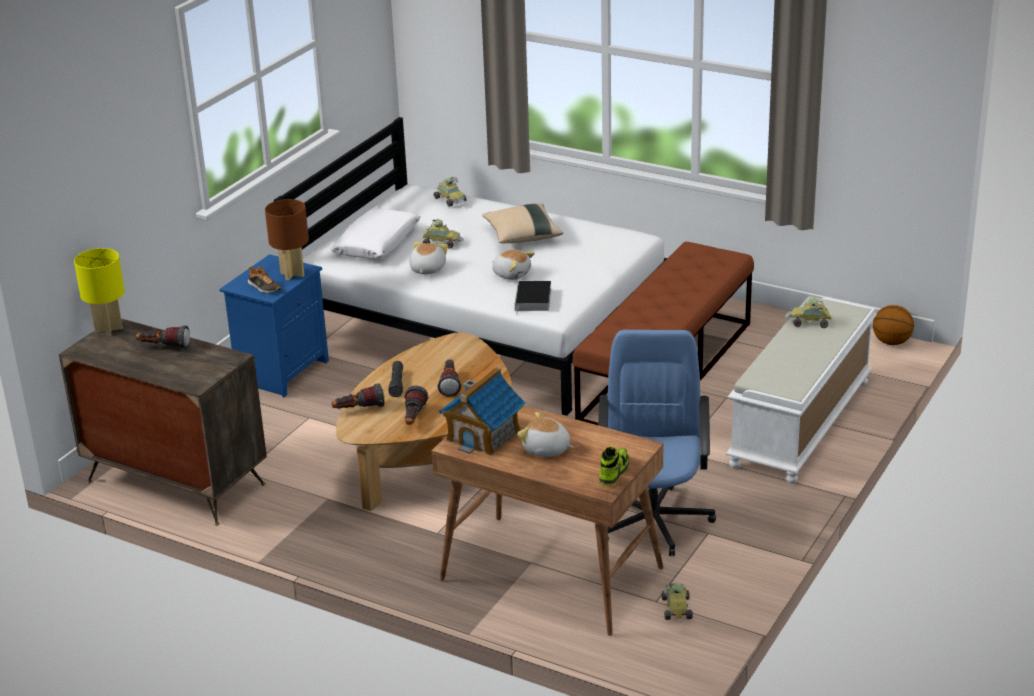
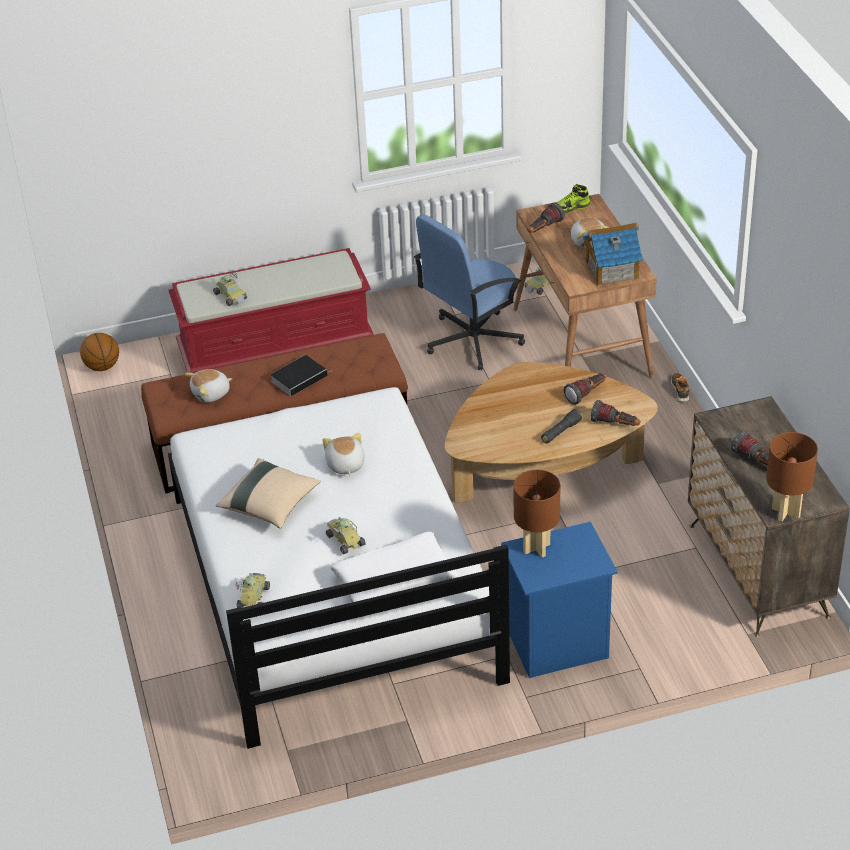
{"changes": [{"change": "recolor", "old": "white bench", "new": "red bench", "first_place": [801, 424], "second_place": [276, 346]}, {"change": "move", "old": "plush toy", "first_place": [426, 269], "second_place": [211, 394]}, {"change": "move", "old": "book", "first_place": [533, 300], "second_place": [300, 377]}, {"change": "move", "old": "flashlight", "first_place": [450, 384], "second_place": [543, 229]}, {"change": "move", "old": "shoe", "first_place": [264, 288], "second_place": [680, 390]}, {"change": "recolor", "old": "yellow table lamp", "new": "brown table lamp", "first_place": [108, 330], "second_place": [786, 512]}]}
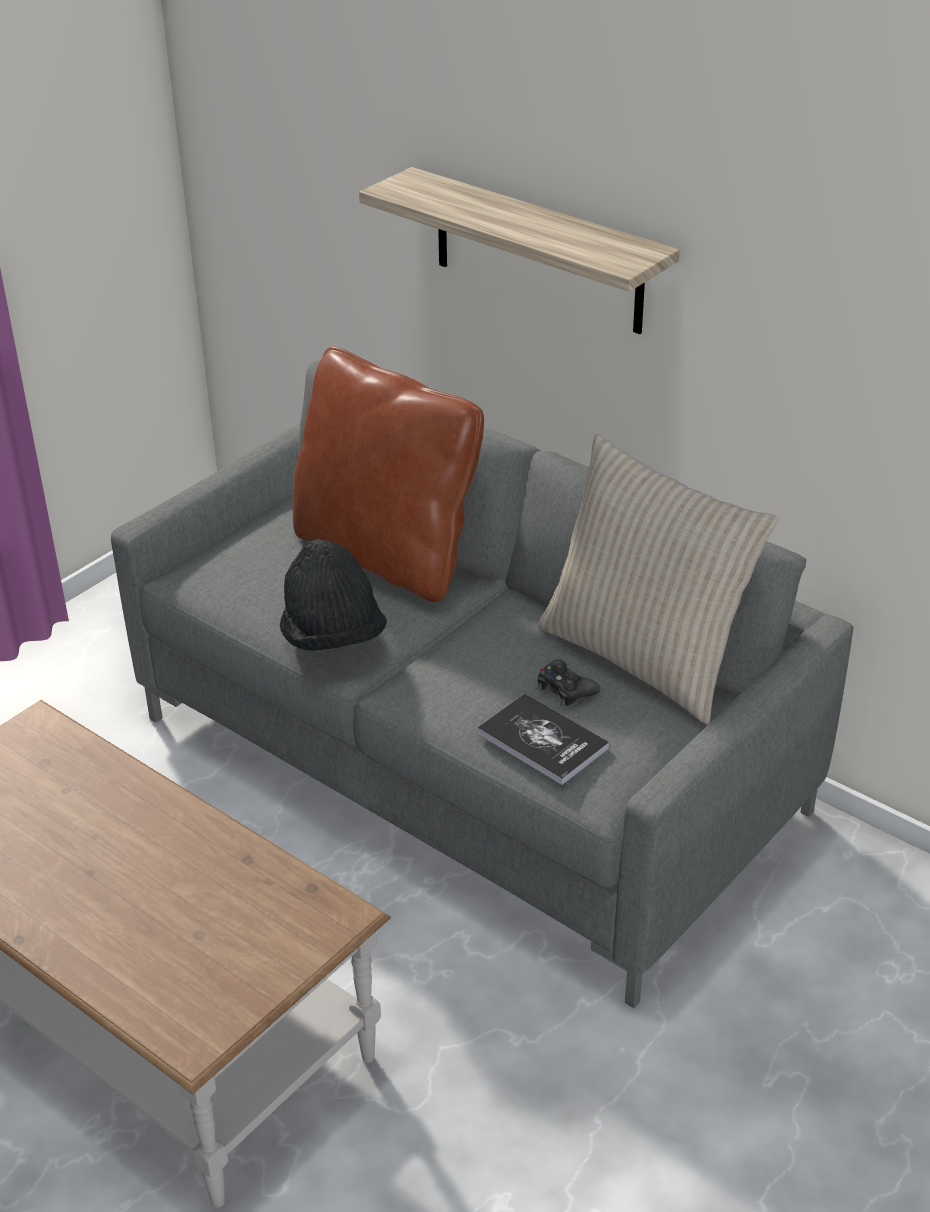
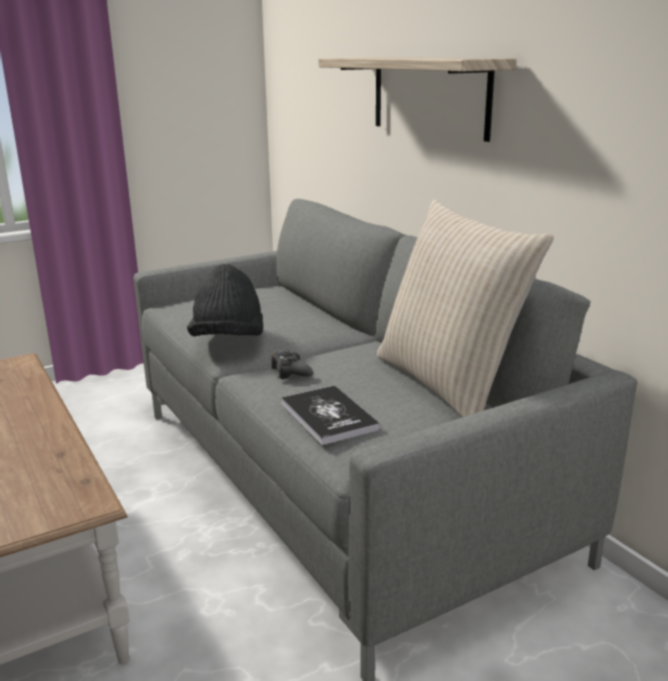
{"changes": [{"change": "move", "old": "black game controller", "first_place": [565, 689], "second_place": [290, 371]}, {"change": "delete", "old": "brown pillow", "first_place": [387, 555]}]}
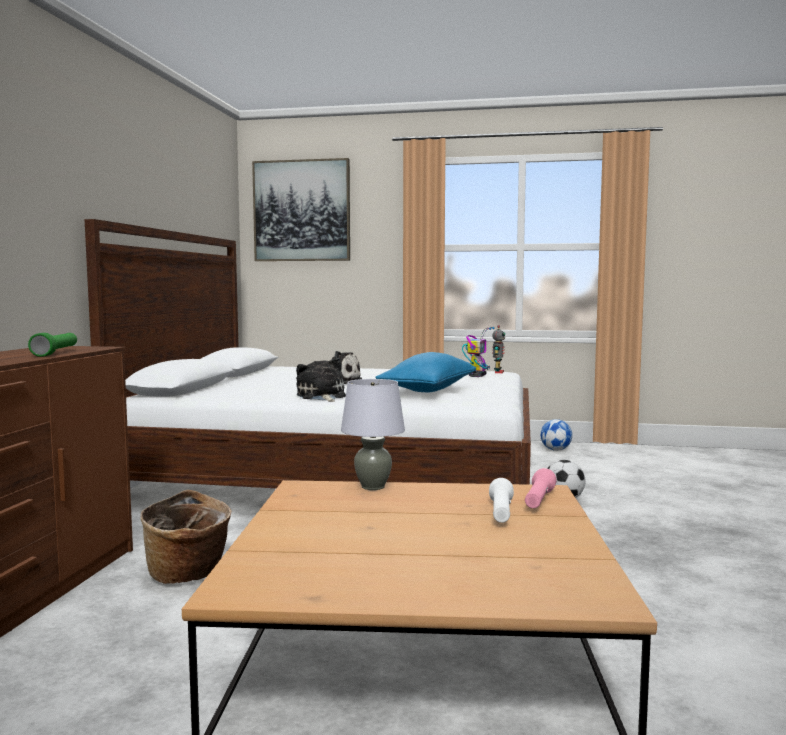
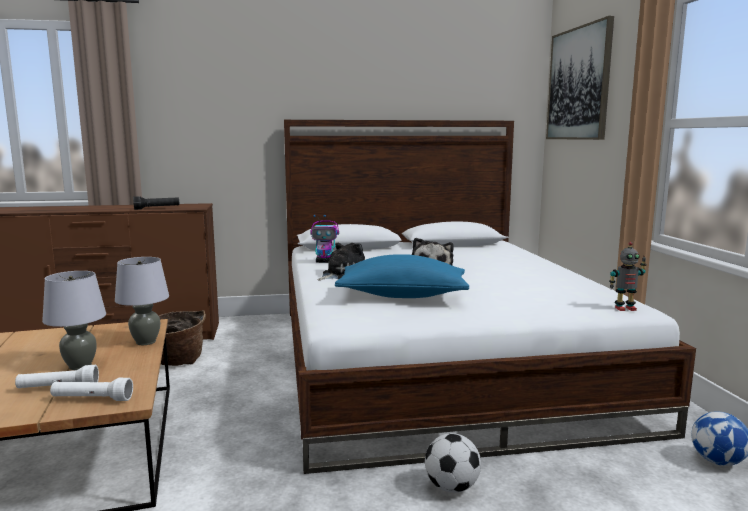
{"changes": [{"change": "insert", "new": "grey table lamp", "second_place": [80, 366]}, {"change": "recolor", "old": "pink flashlight", "new": "white flashlight", "first_place": [538, 501], "second_place": [92, 399]}, {"change": "recolor", "old": "green flashlight", "new": "black flashlight", "first_place": [56, 353], "second_place": [157, 208]}, {"change": "move", "old": "toy robot", "first_place": [477, 376], "second_place": [325, 262]}]}
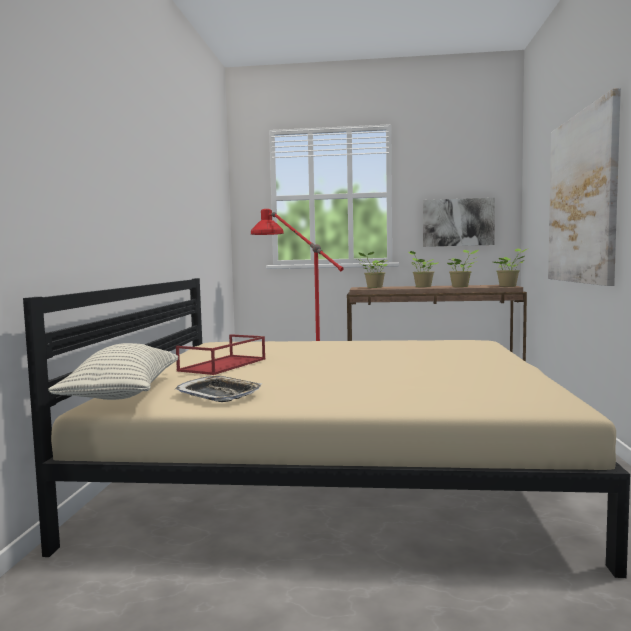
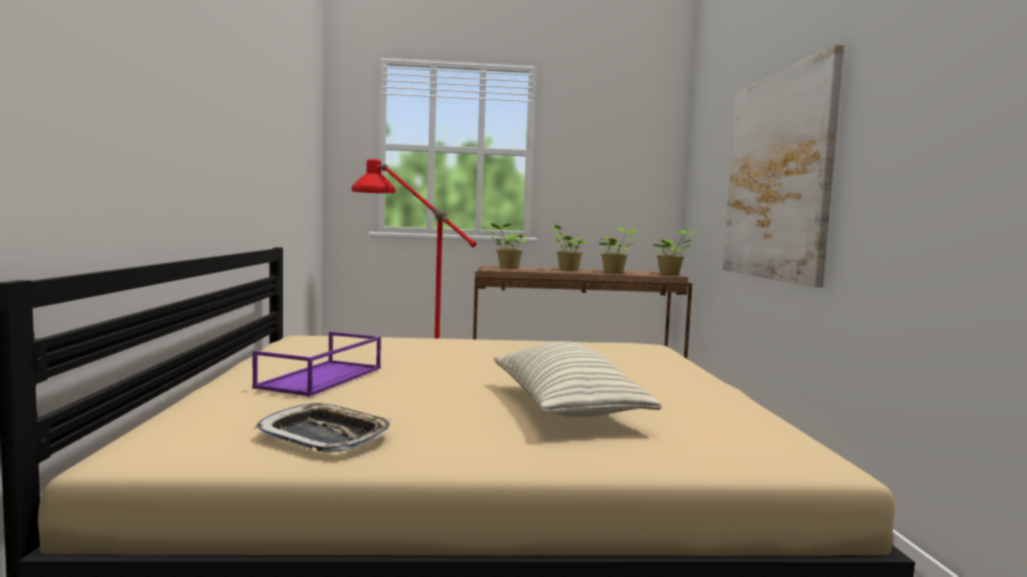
{"changes": [{"change": "recolor", "old": "red tray", "new": "purple tray", "first_place": [223, 365], "second_place": [321, 378]}, {"change": "move", "old": "pillow", "first_place": [123, 394], "second_place": [565, 408]}, {"change": "delete", "old": "picture", "first_place": [458, 222]}]}
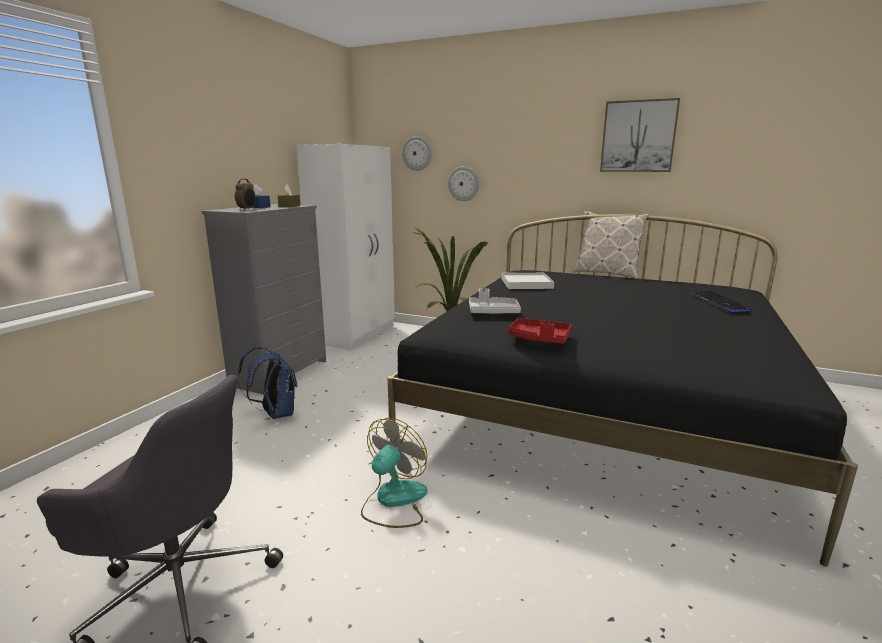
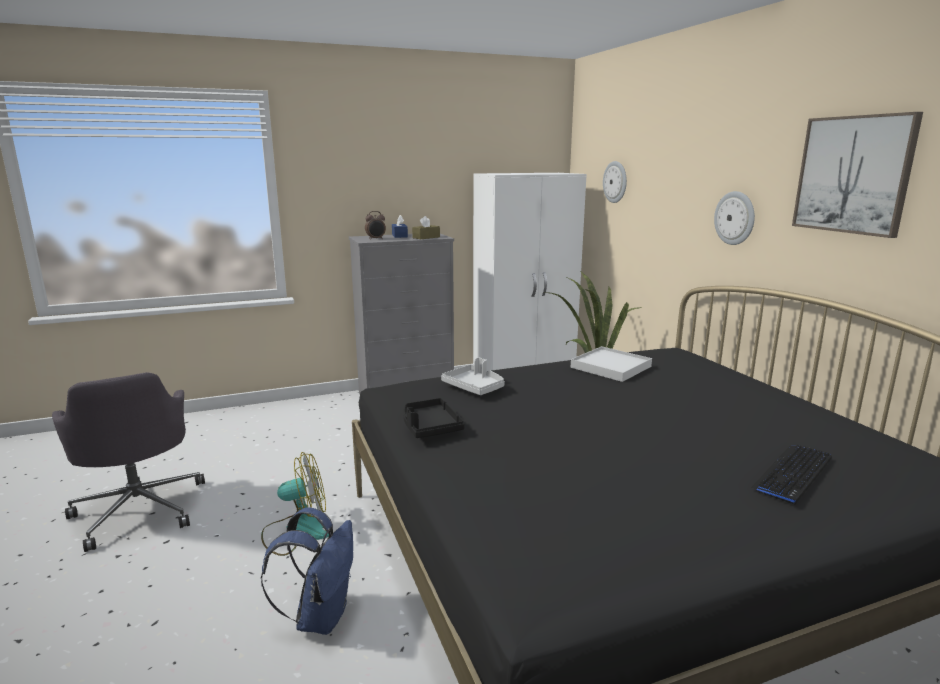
{"changes": [{"change": "move", "old": "blue backpack", "first_place": [275, 414], "second_place": [321, 616]}, {"change": "recolor", "old": "red tray", "new": "black tray", "first_place": [539, 339], "second_place": [429, 427]}, {"change": "move", "old": "wall clock", "first_place": [463, 183], "second_place": [735, 218]}, {"change": "delete", "old": "pillow", "first_place": [606, 273]}]}
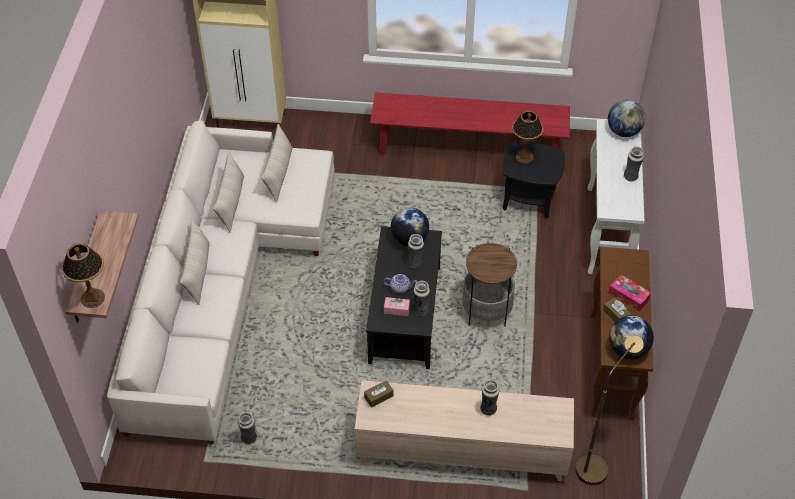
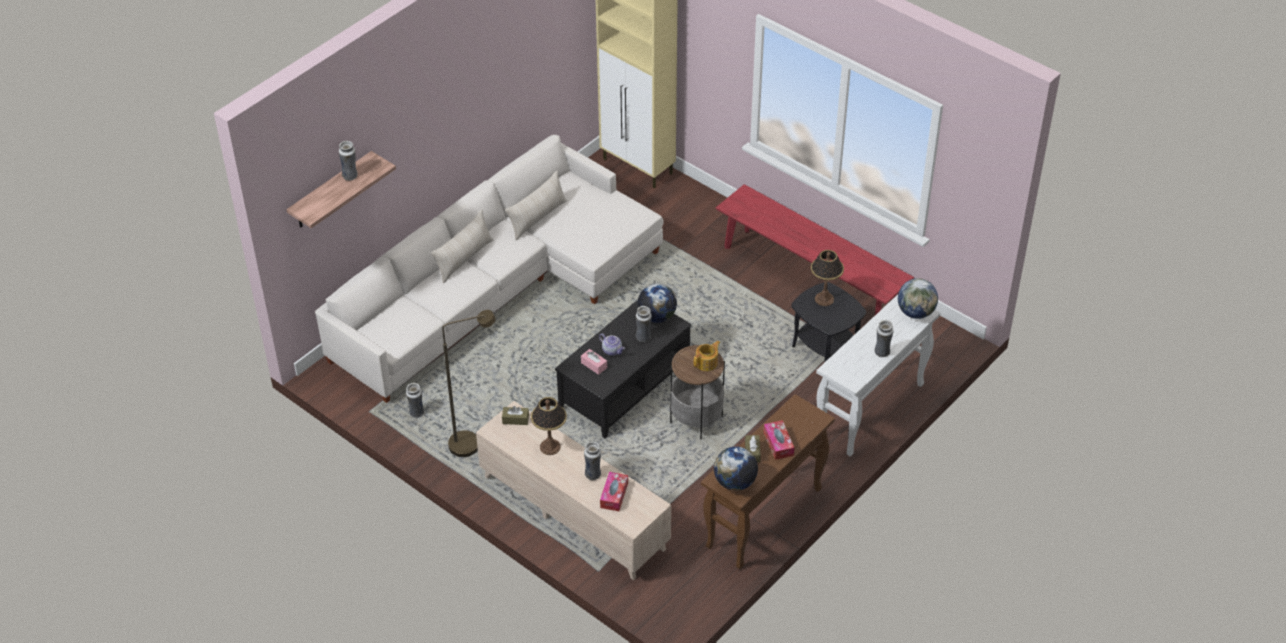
{"changes": [{"change": "move", "old": "vase", "first_place": [421, 310], "second_place": [350, 176]}, {"change": "move", "old": "brown floor lamp", "first_place": [595, 463], "second_place": [472, 442]}, {"change": "move", "old": "table lamp", "first_place": [93, 298], "second_place": [550, 447]}, {"change": "insert", "new": "tissue box", "second_place": [614, 495]}, {"change": "insert", "new": "teapot", "second_place": [707, 363]}, {"change": "delete", "old": "beige pillow", "first_place": [279, 174]}]}
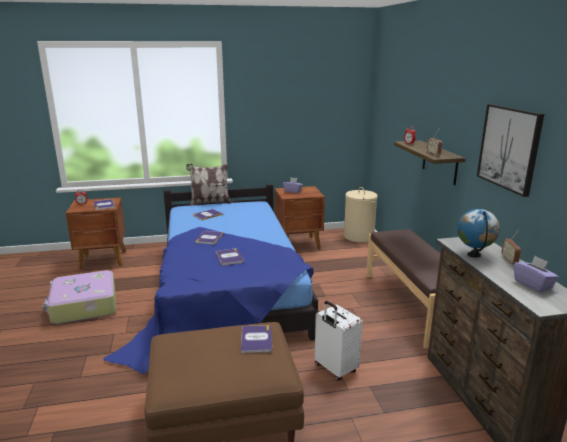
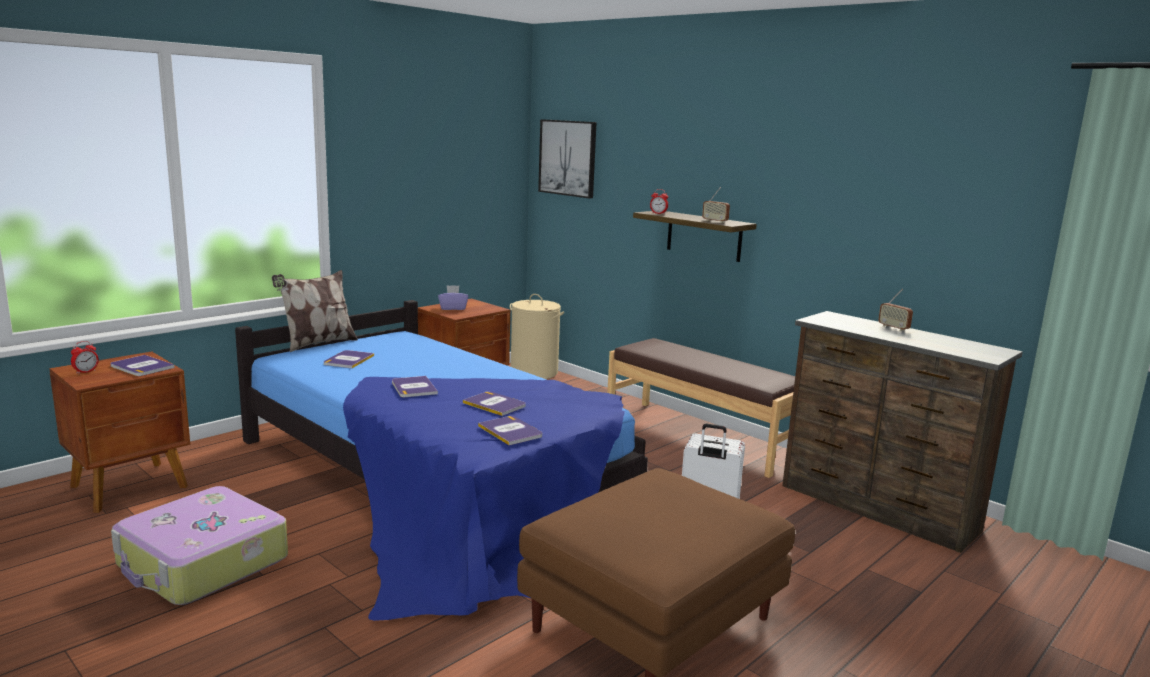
{"changes": [{"change": "move", "old": "book", "first_place": [256, 339], "second_place": [510, 431]}, {"change": "move", "old": "picture", "first_place": [509, 148], "second_place": [568, 158]}, {"change": "delete", "old": "globe", "first_place": [474, 255]}, {"change": "delete", "old": "purple tissue box", "first_place": [533, 284]}]}
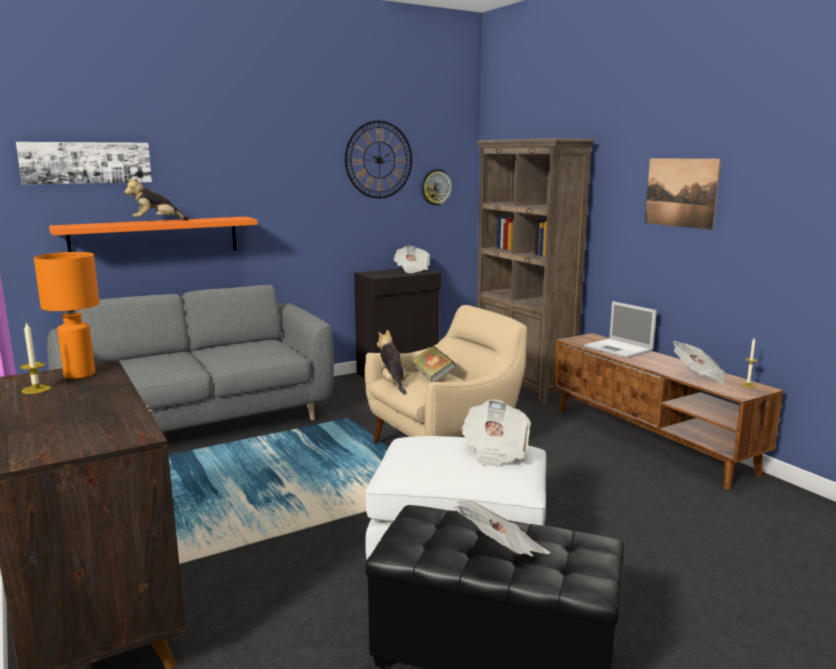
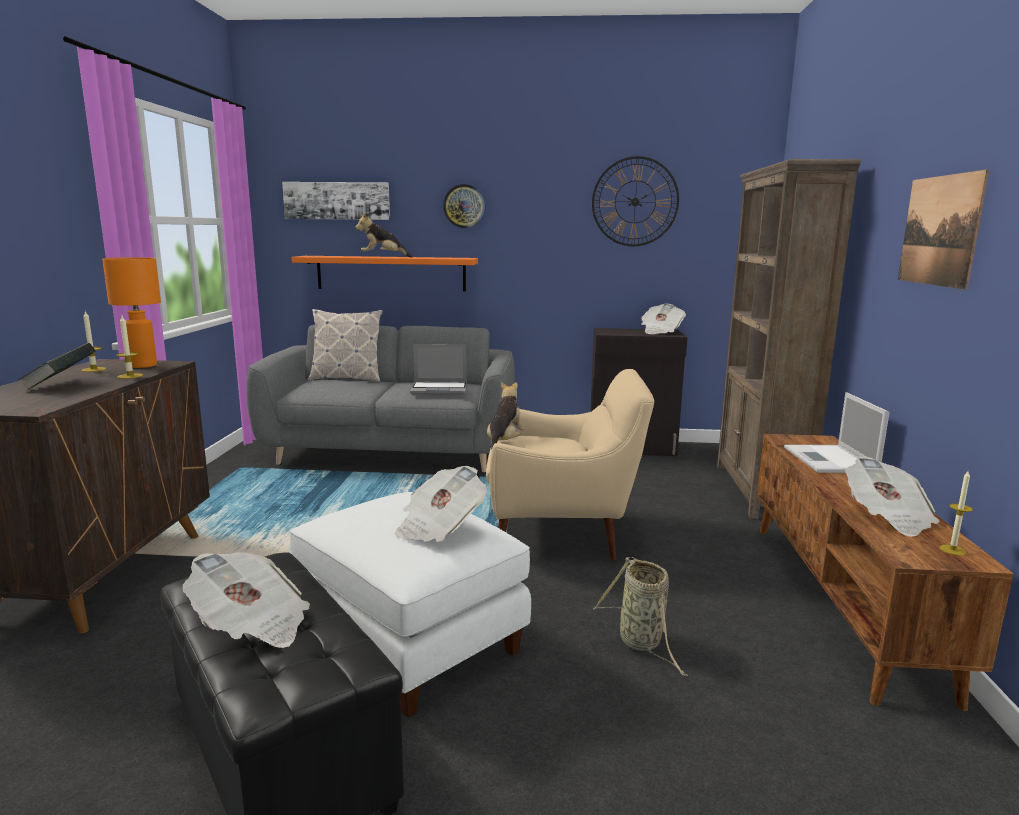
{"changes": [{"change": "move", "old": "book", "first_place": [433, 376], "second_place": [61, 385]}, {"change": "insert", "new": "candle", "second_place": [130, 376]}, {"change": "insert", "new": "pillow", "second_place": [347, 379]}, {"change": "insert", "new": "laptop", "second_place": [440, 389]}, {"change": "move", "old": "wall clock", "first_place": [436, 187], "second_place": [464, 206]}, {"change": "insert", "new": "basket", "second_place": [642, 643]}]}
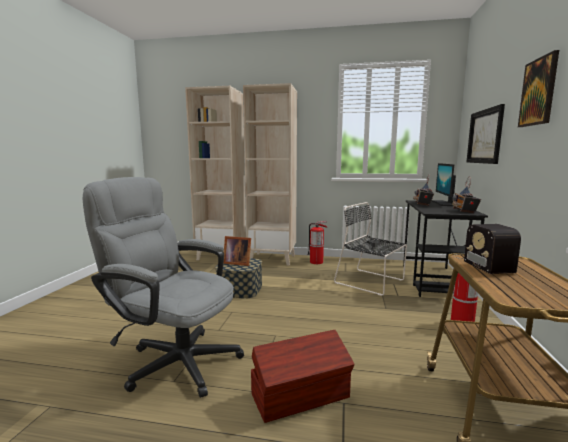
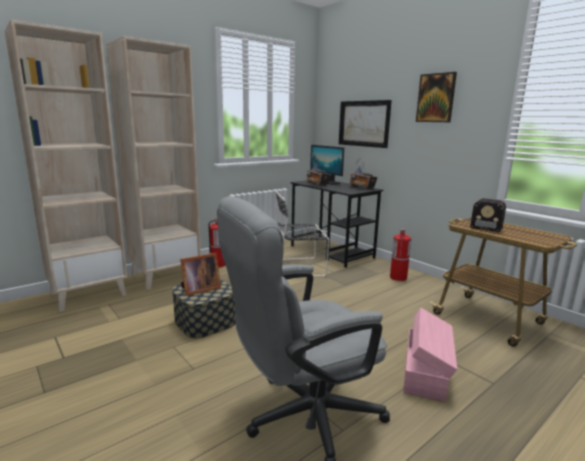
{"changes": [{"change": "recolor", "old": "brown storage box", "new": "pink storage box", "first_place": [301, 396], "second_place": [426, 372]}]}
